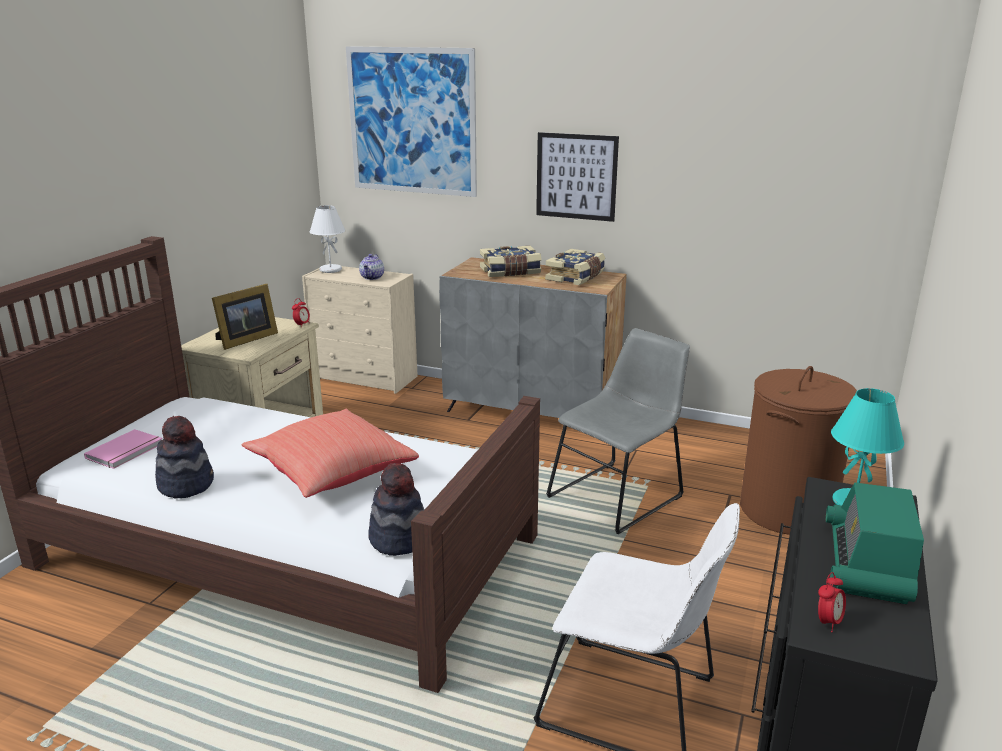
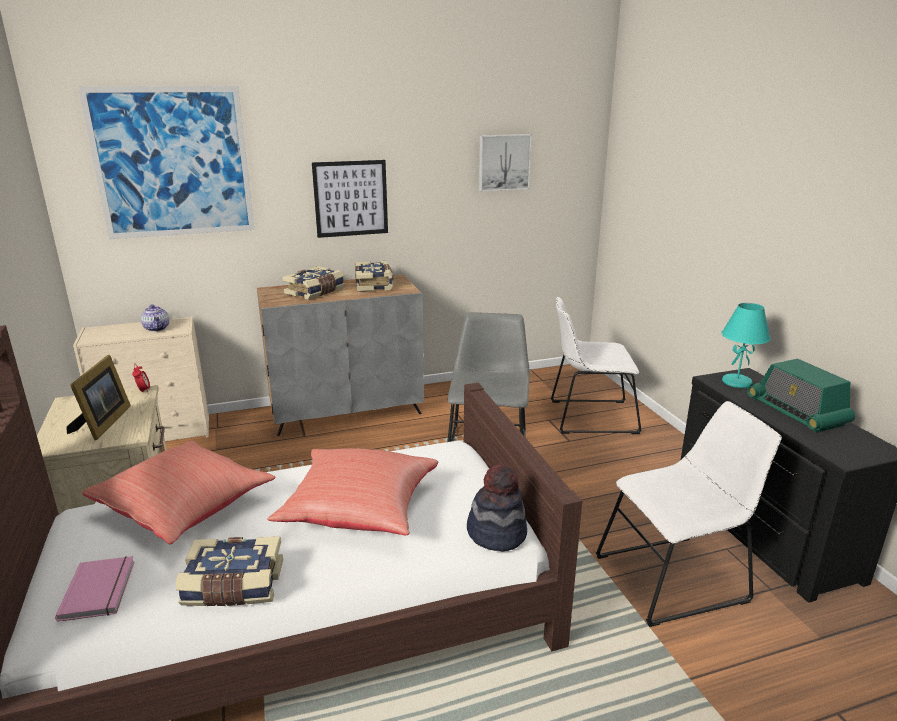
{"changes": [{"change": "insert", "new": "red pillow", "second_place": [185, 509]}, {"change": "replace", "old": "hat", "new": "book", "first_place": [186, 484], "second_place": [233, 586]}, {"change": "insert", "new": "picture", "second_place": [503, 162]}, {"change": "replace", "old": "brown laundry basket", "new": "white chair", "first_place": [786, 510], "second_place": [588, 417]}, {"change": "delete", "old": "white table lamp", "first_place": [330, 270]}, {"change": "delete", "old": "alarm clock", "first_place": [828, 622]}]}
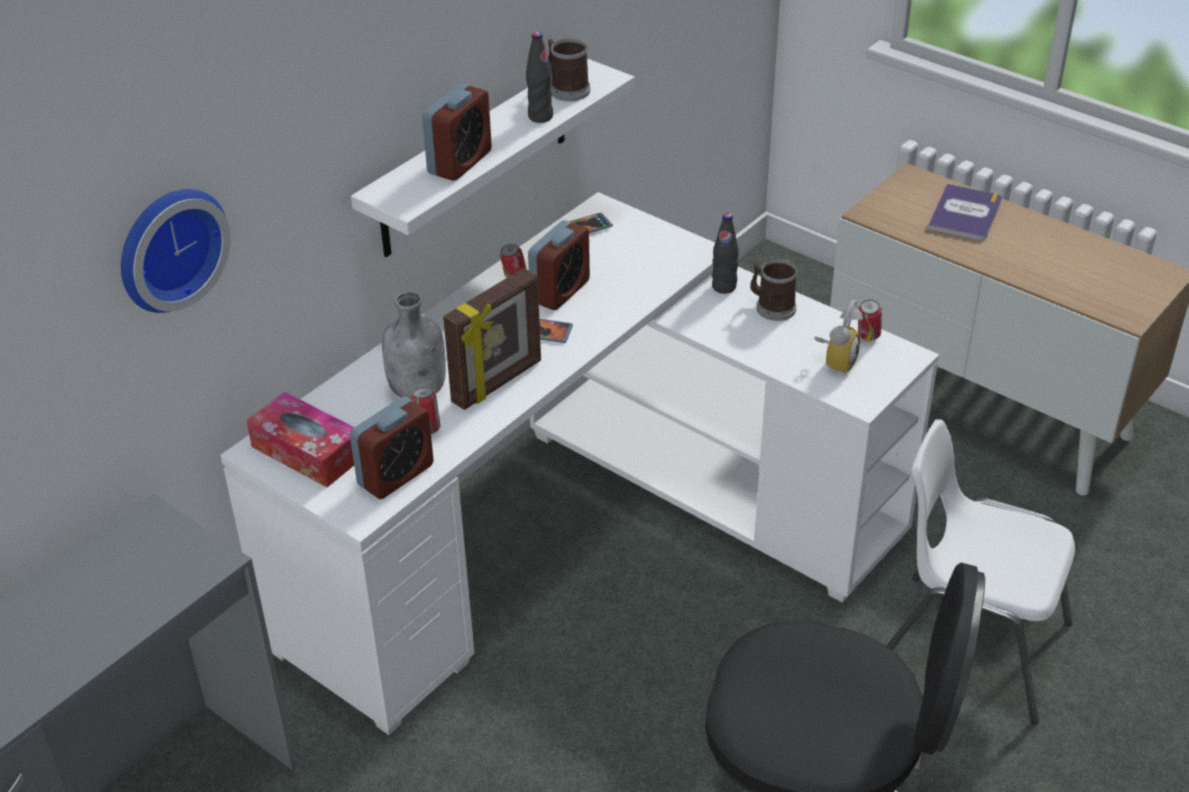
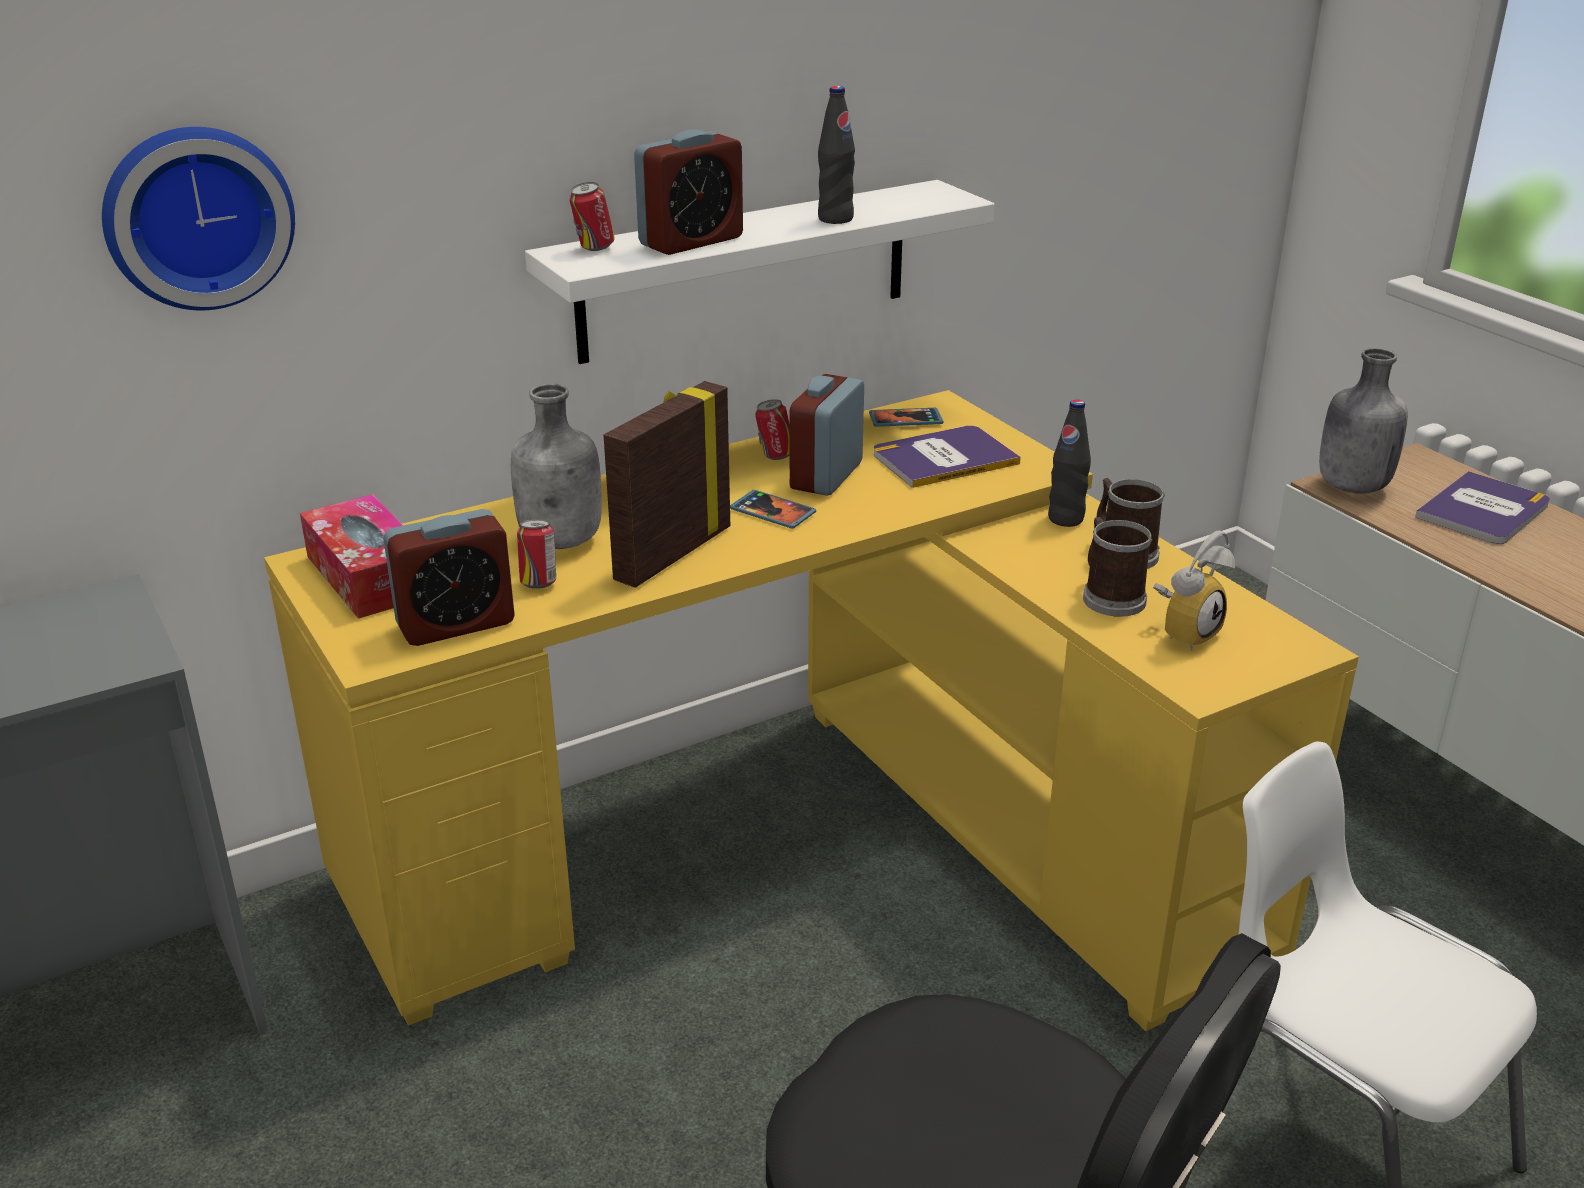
{"changes": [{"change": "recolor", "old": "white desk", "new": "yellow desk", "first_place": [581, 534], "second_place": [810, 843]}, {"change": "move", "old": "can", "first_place": [867, 337], "second_place": [594, 249]}, {"change": "rotate", "old": "picture frame", "first_place": [498, 383], "second_place": [671, 553], "degrees": 150}, {"change": "rotate", "old": "alarm clock", "first_place": [560, 291], "second_place": [826, 476], "degrees": 150}, {"change": "insert", "new": "book", "second_place": [944, 458]}, {"change": "move", "old": "mug", "first_place": [566, 89], "second_place": [1109, 596]}, {"change": "insert", "new": "grey bottle", "second_place": [1350, 487]}]}
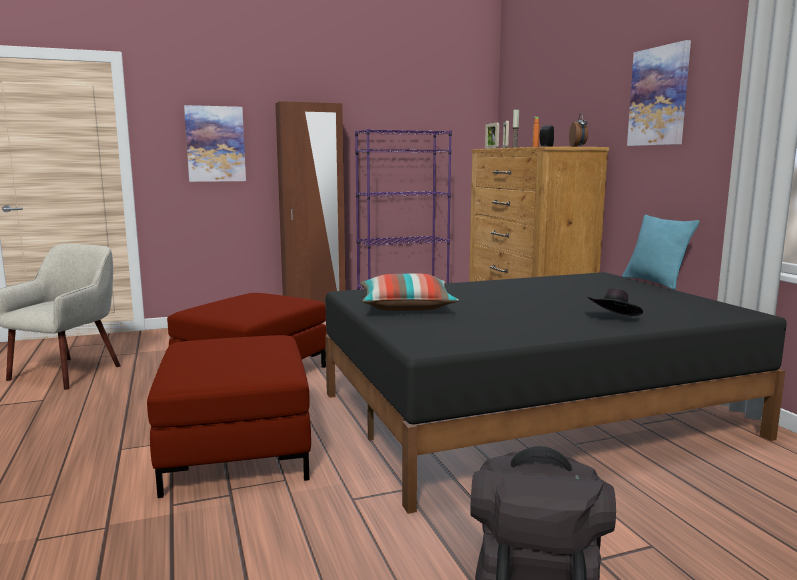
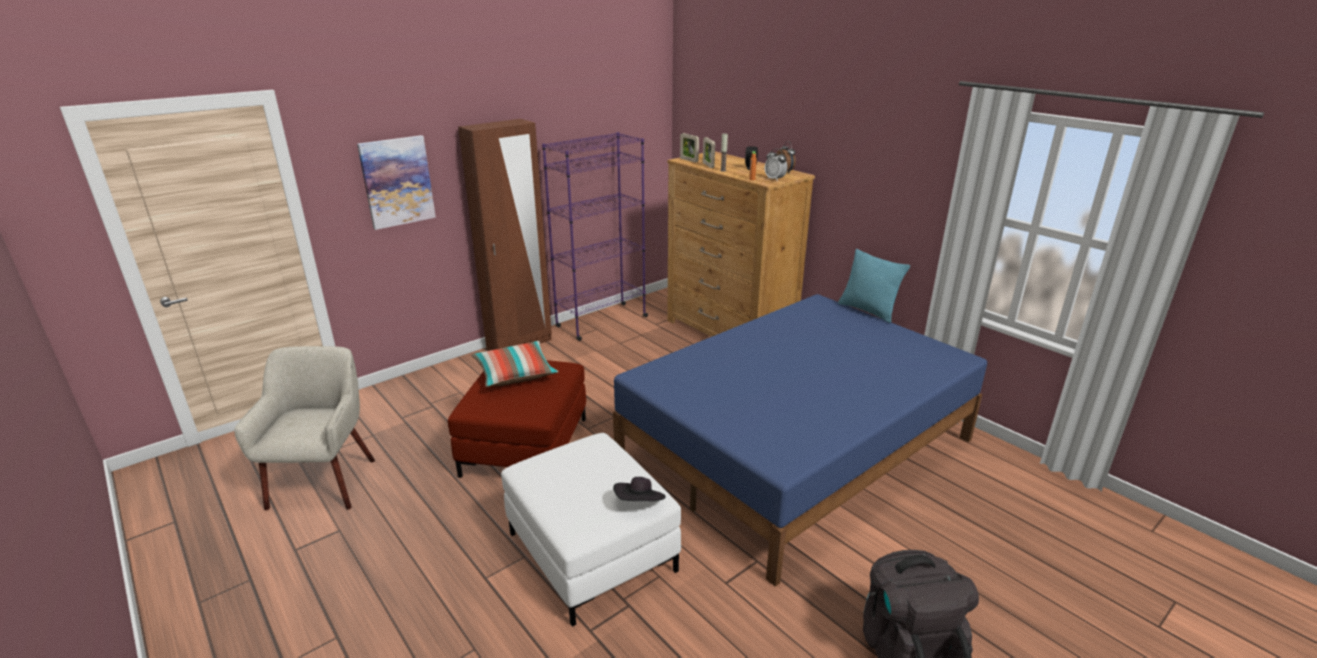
{"changes": [{"change": "move", "old": "pillow", "first_place": [406, 307], "second_place": [515, 374]}, {"change": "recolor", "old": "red ottoman", "new": "white ottoman", "first_place": [235, 449], "second_place": [590, 551]}, {"change": "recolor", "old": "black bed", "new": "blue bed", "first_place": [531, 415], "second_place": [796, 450]}, {"change": "move", "old": "black hat", "first_place": [613, 319], "second_place": [639, 503]}, {"change": "insert", "new": "alarm clock", "second_place": [775, 179]}, {"change": "delete", "old": "picture", "first_place": [659, 96]}]}
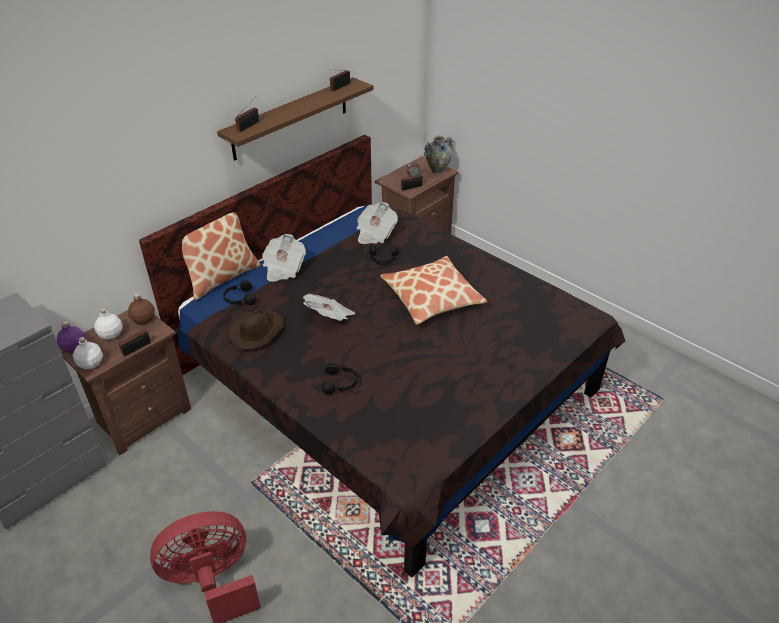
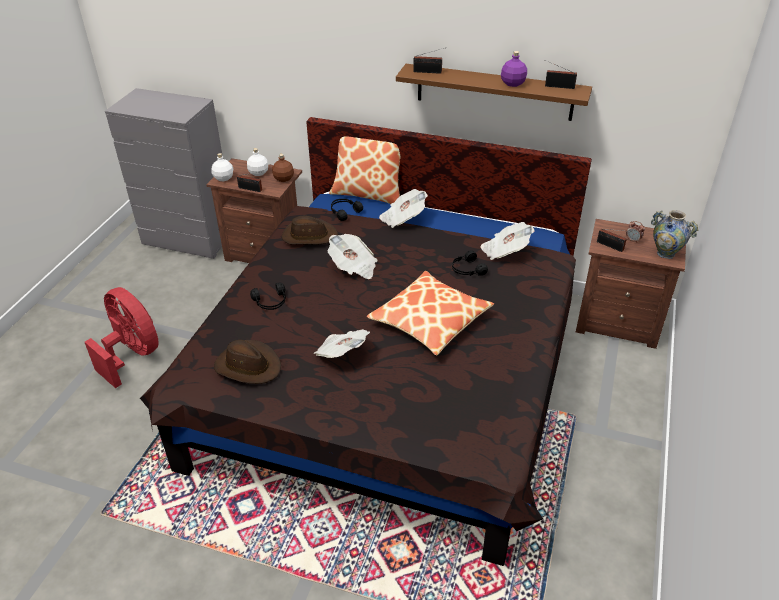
{"changes": [{"change": "insert", "new": "brown hat", "second_place": [248, 365]}, {"change": "insert", "new": "newspaper", "second_place": [342, 353]}, {"change": "move", "old": "purple bottle", "first_place": [74, 348], "second_place": [513, 83]}]}
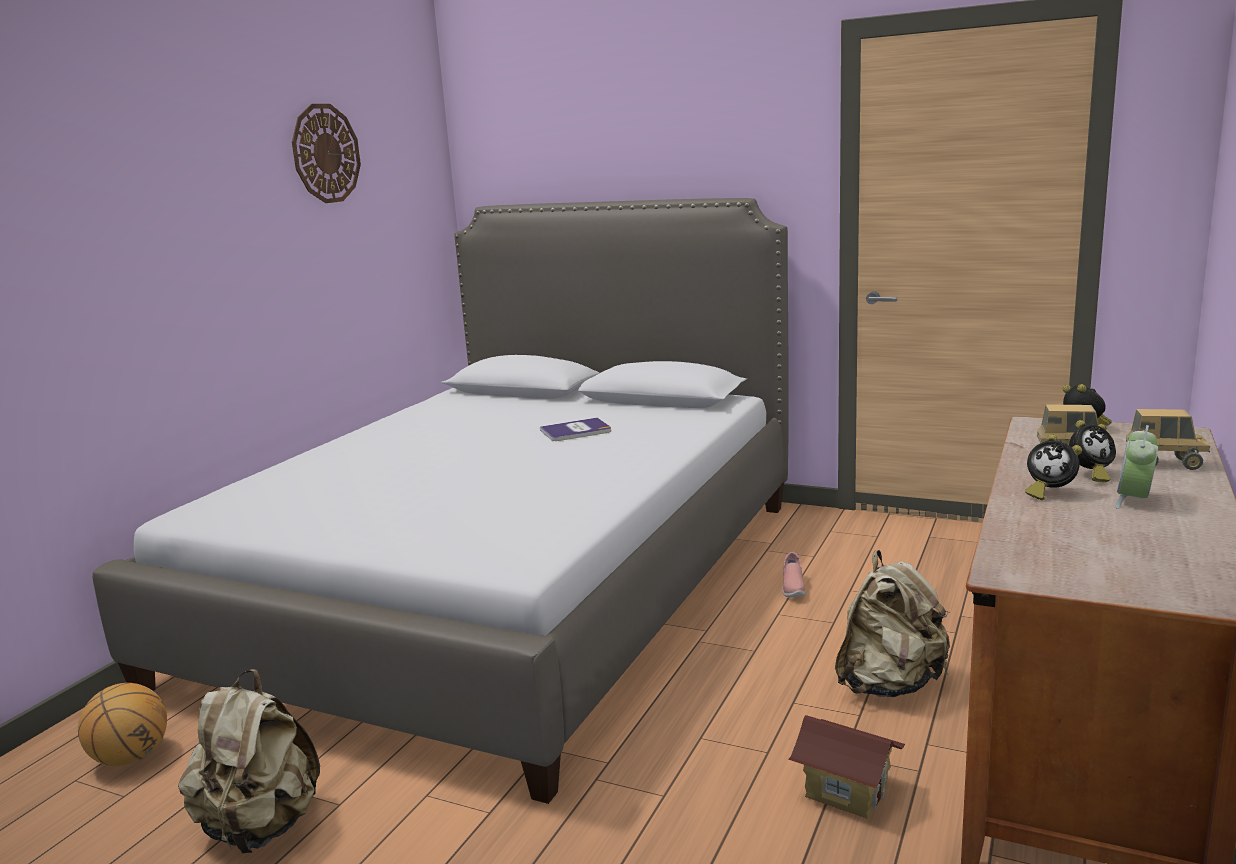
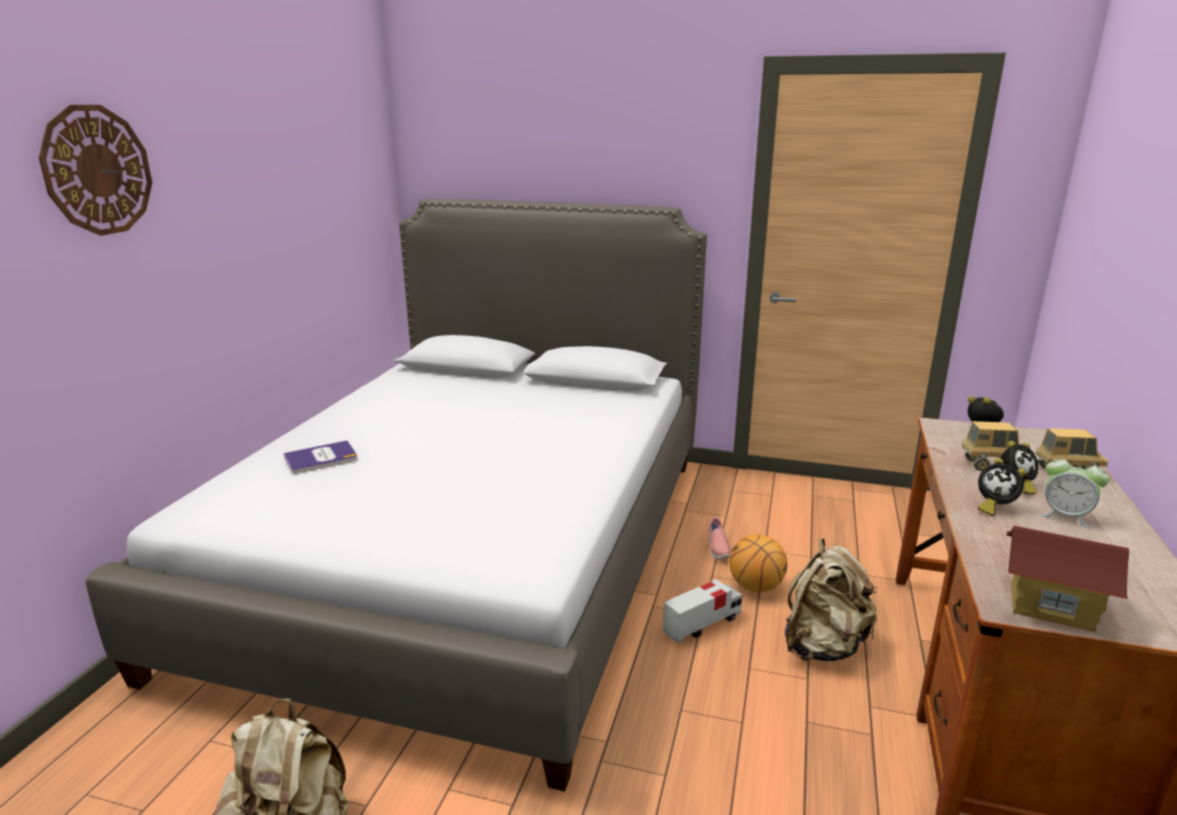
{"changes": [{"change": "move", "old": "wall clock", "first_place": [325, 153], "second_place": [97, 170]}, {"change": "move", "old": "book", "first_place": [576, 431], "second_place": [321, 458]}, {"change": "insert", "new": "toy truck", "second_place": [702, 624]}, {"change": "move", "old": "basketball", "first_place": [130, 758], "second_place": [755, 587]}, {"change": "move", "old": "toy house", "first_place": [846, 792], "second_place": [1051, 606]}, {"change": "rotate", "old": "alarm clock", "first_place": [1134, 501], "second_place": [1065, 516], "degrees": -75}]}
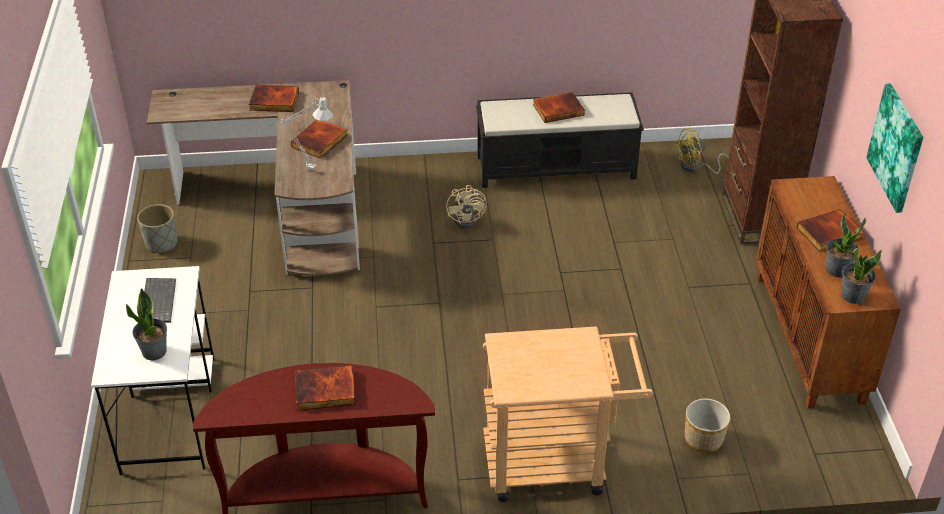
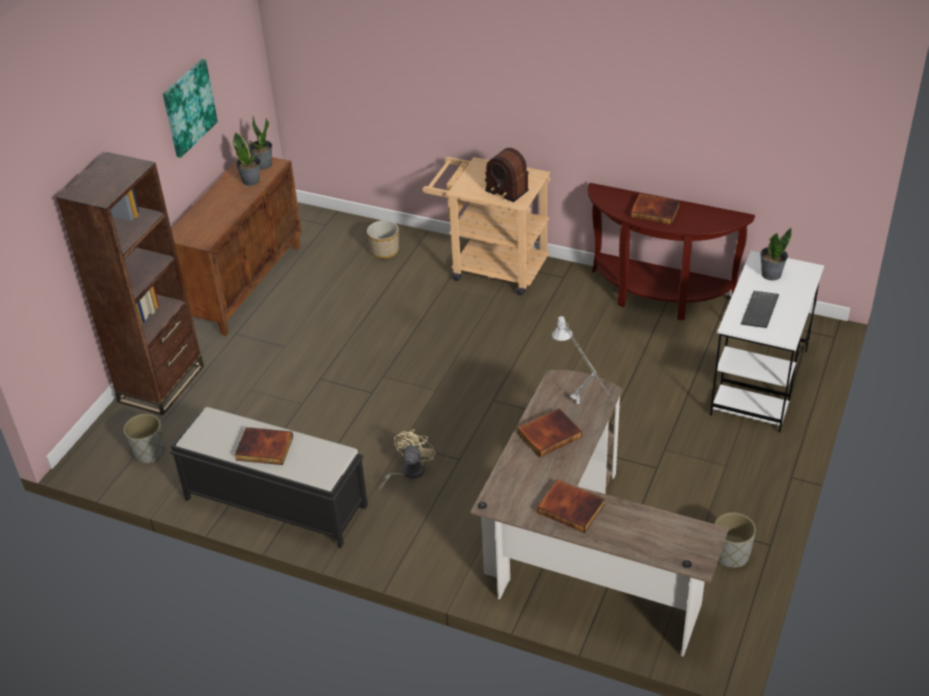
{"changes": [{"change": "replace", "old": "yellow fan", "new": "grey planter", "first_place": [696, 167], "second_place": [149, 452]}, {"change": "insert", "new": "radio", "second_place": [507, 185]}, {"change": "delete", "old": "book", "first_place": [829, 234]}]}
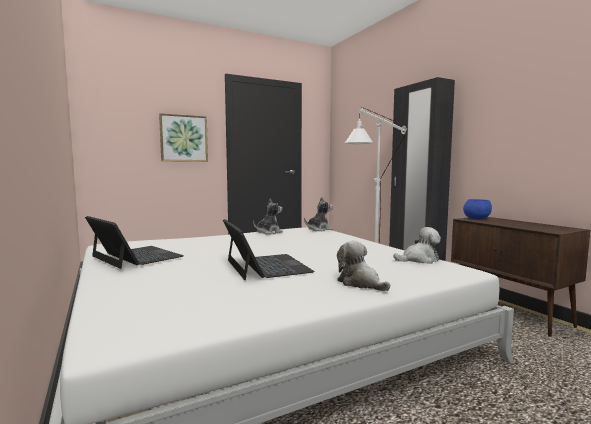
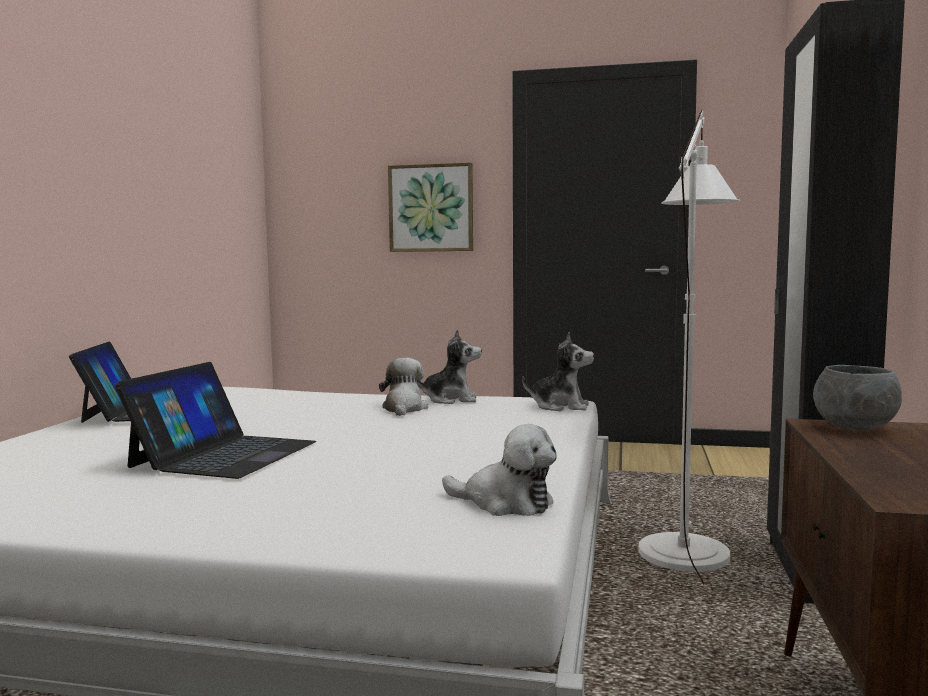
{"changes": [{"change": "move", "old": "plush toy", "first_place": [360, 283], "second_place": [404, 409]}, {"change": "recolor", "old": "blue bowl", "new": "grey bowl", "first_place": [476, 219], "second_place": [854, 428]}]}
